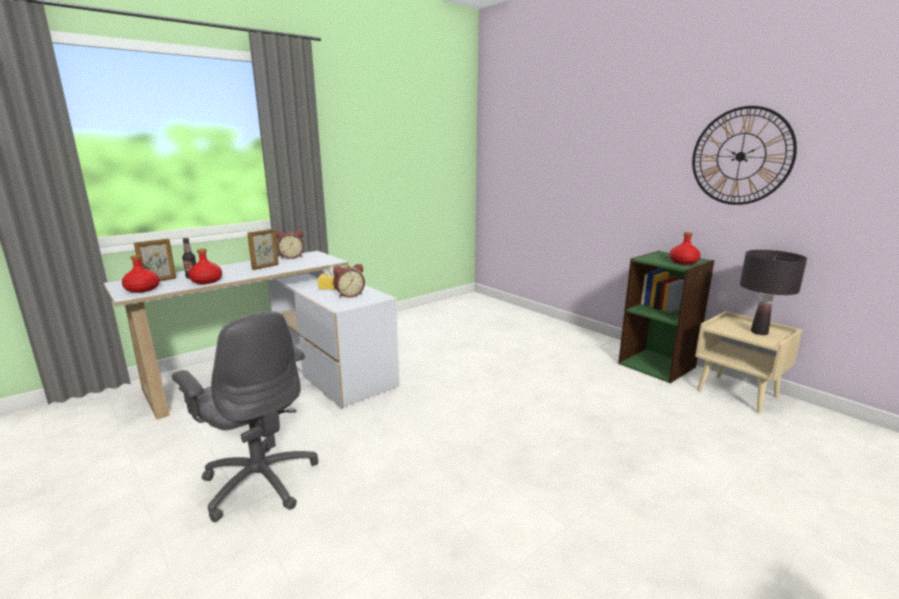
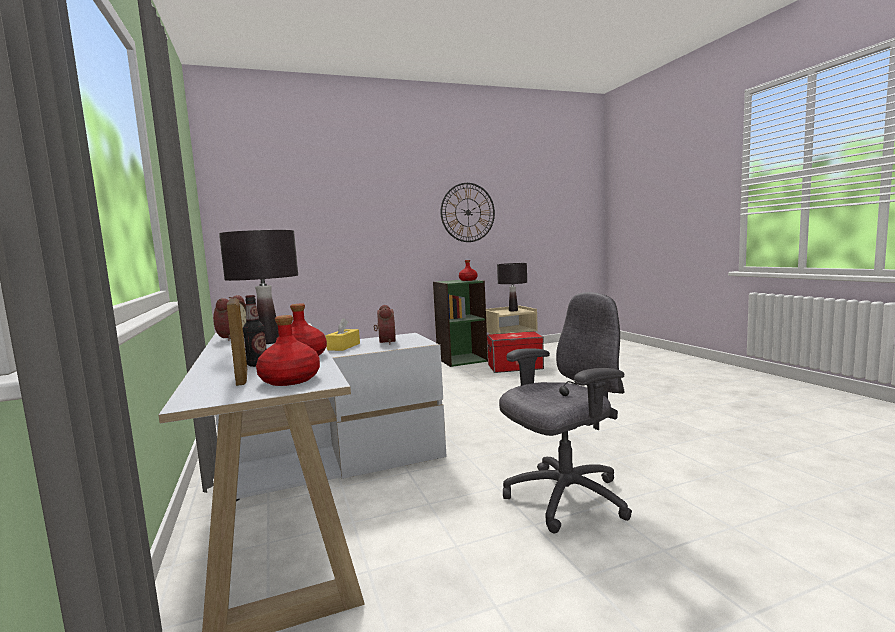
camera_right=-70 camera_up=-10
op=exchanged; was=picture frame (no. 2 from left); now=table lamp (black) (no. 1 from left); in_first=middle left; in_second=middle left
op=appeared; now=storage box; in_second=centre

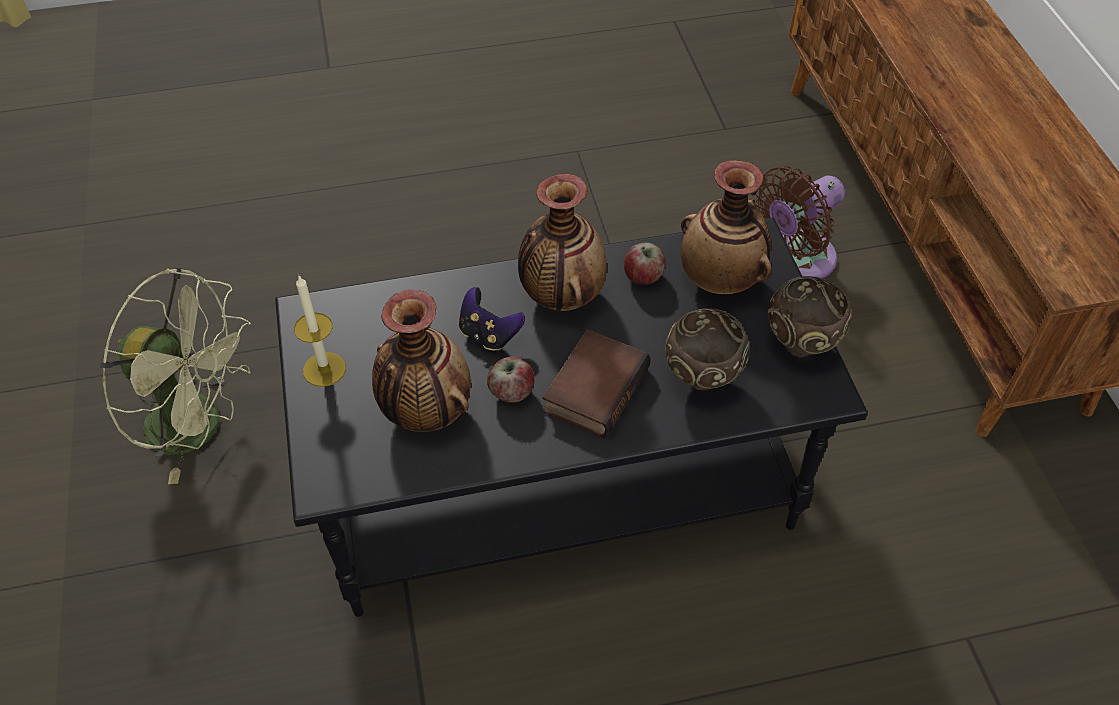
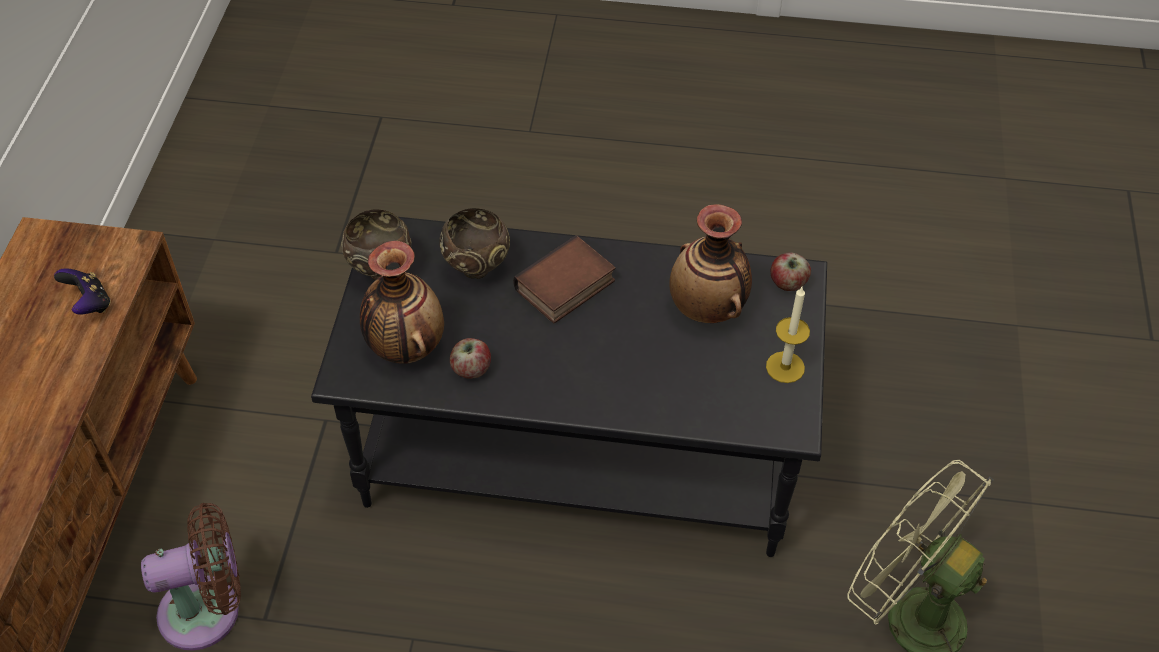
camera_right=-160 camera_up=0
op=relocated; was=game controller; in_first=centre; in_second=middle left
op=relocated; was=apple (no. 1 from left in the first image); now=apple (no. 2 from left); in_first=centre; in_second=middle right
op=missing; was=vase (no. 2 from left); in_first=centre

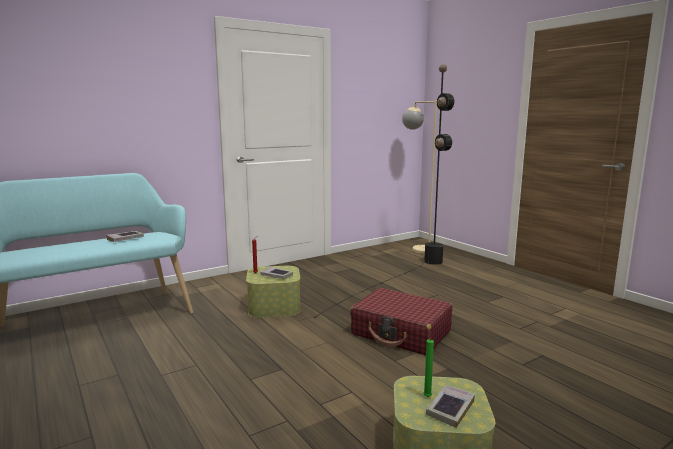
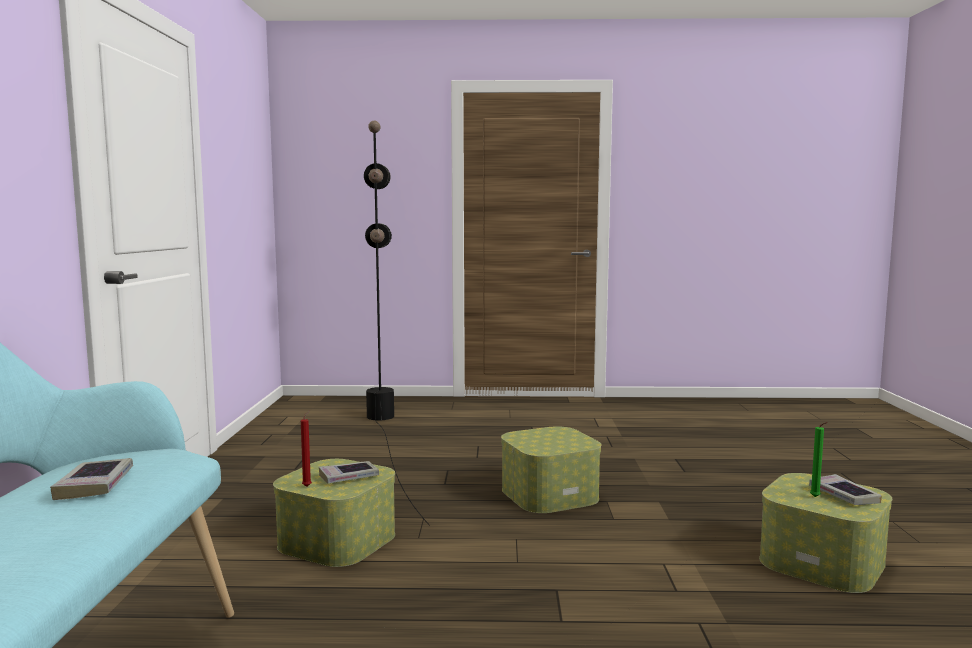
camera_right=-55 camera_up=-5
op=exchanged; was=suitcase (red); now=storage box (no. 2 from left); in_first=bottom centre; in_second=bottom centre
op=missing; was=floor lamp (beige); in_first=centre

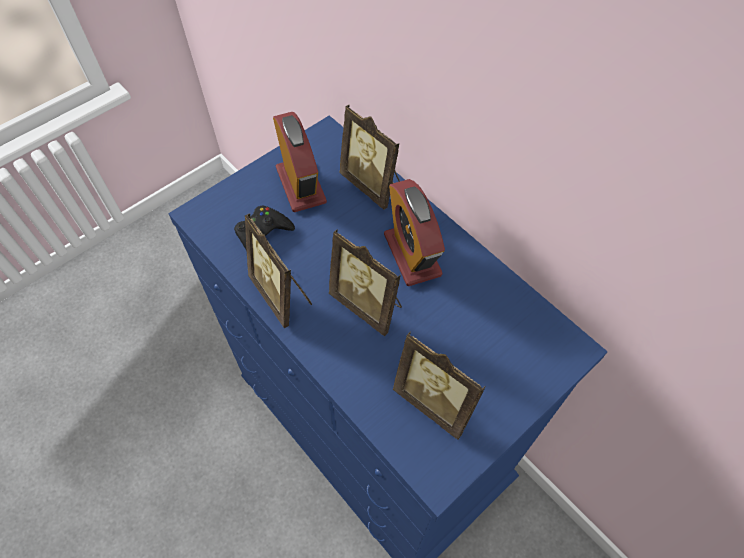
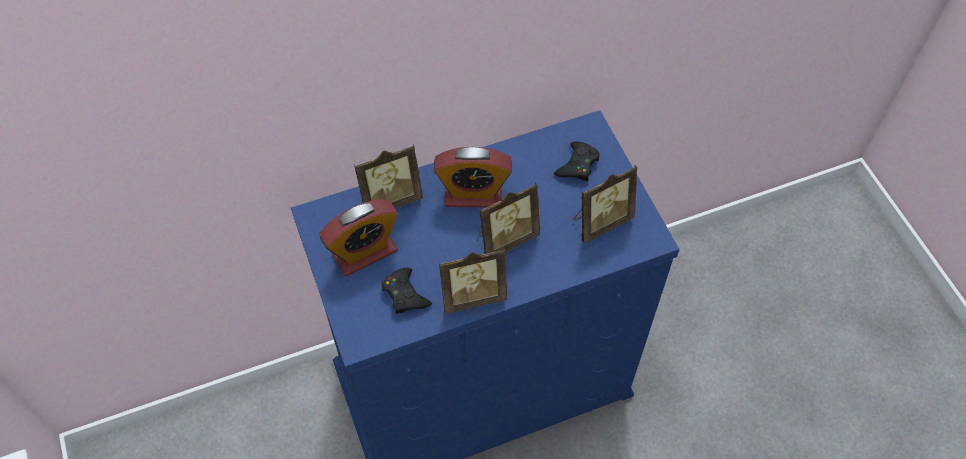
camera_right=-70 camera_up=0
op=spun; was=alarm clock (no. 1 from left); in_first=top centre; in_second=centre; clockwise=150
op=appeared; now=game controller (black) (no. 2 from left); in_second=centre

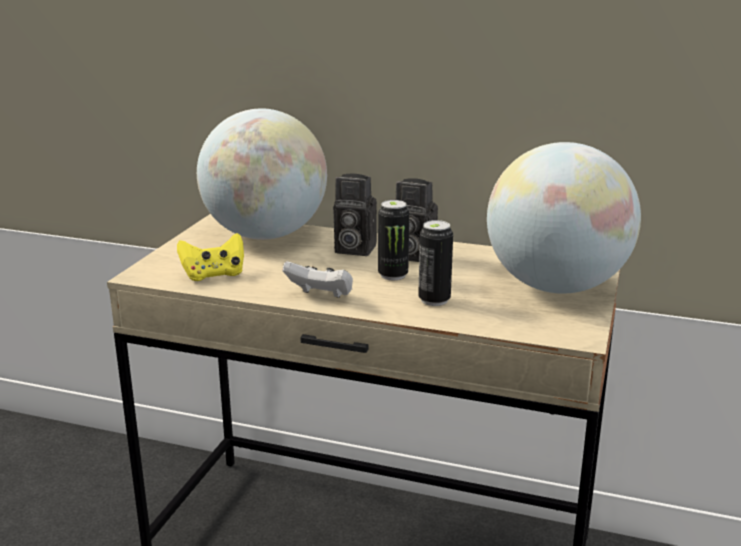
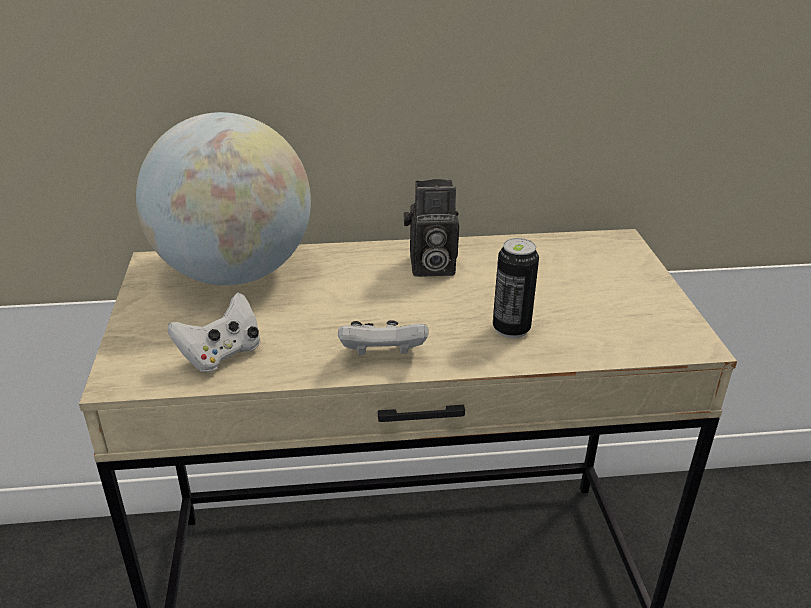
camera_right=-25 camera_up=10
op=colour; was=game controller (yellow); now=game controller (white) (no. 1 from left); in_first=middle left; in_second=middle left
op=missing; was=photo camera (no. 1 from left); in_first=centre
op=missing; was=can (no. 1 from left); in_first=centre
op=missing; was=globe (no. 2 from left); in_first=middle right

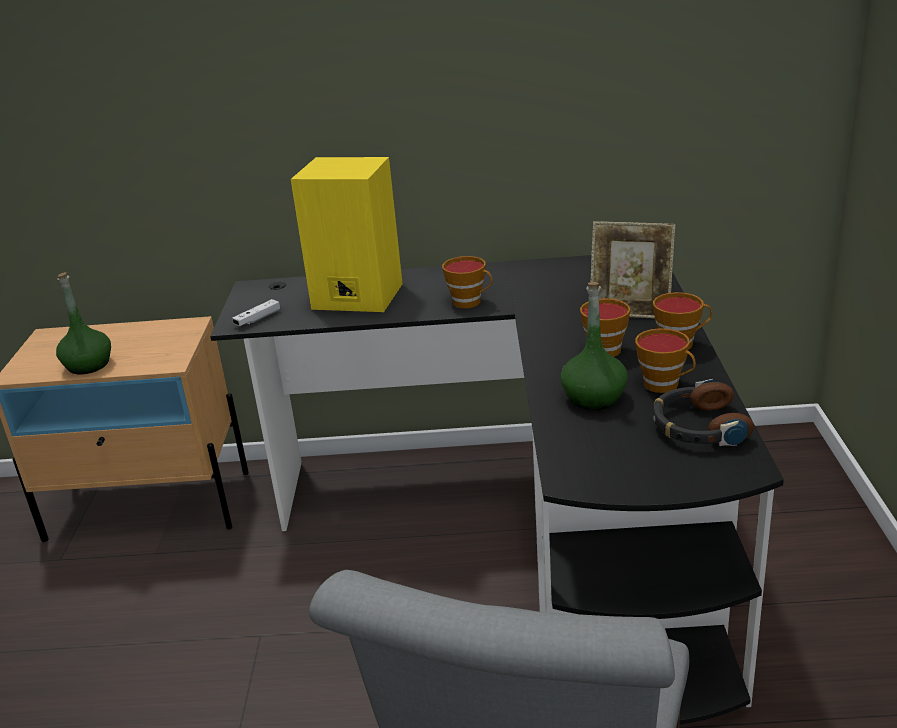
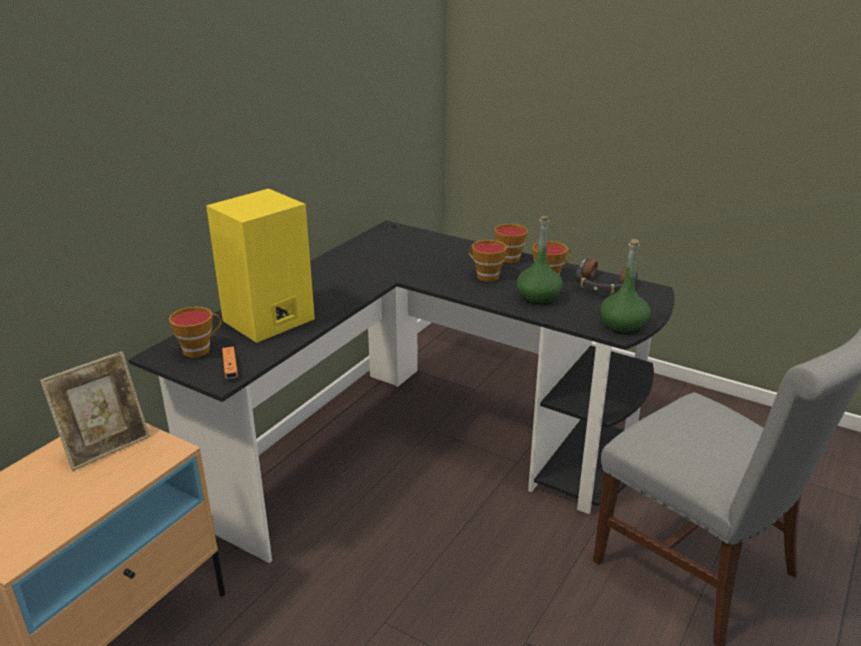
camera_right=-60 camera_up=0
op=relocated; was=picture frame; in_first=middle right; in_second=middle left
op=relocated; was=cup (no. 1 from left); in_first=centre; in_second=middle left
op=colour; was=game controller (white); now=game controller (orange); in_first=middle left; in_second=middle left
op=relocated; was=bottle (green) (no. 1 from left in the first image); now=bottle (green) (no. 2 from left); in_first=middle left; in_second=middle right

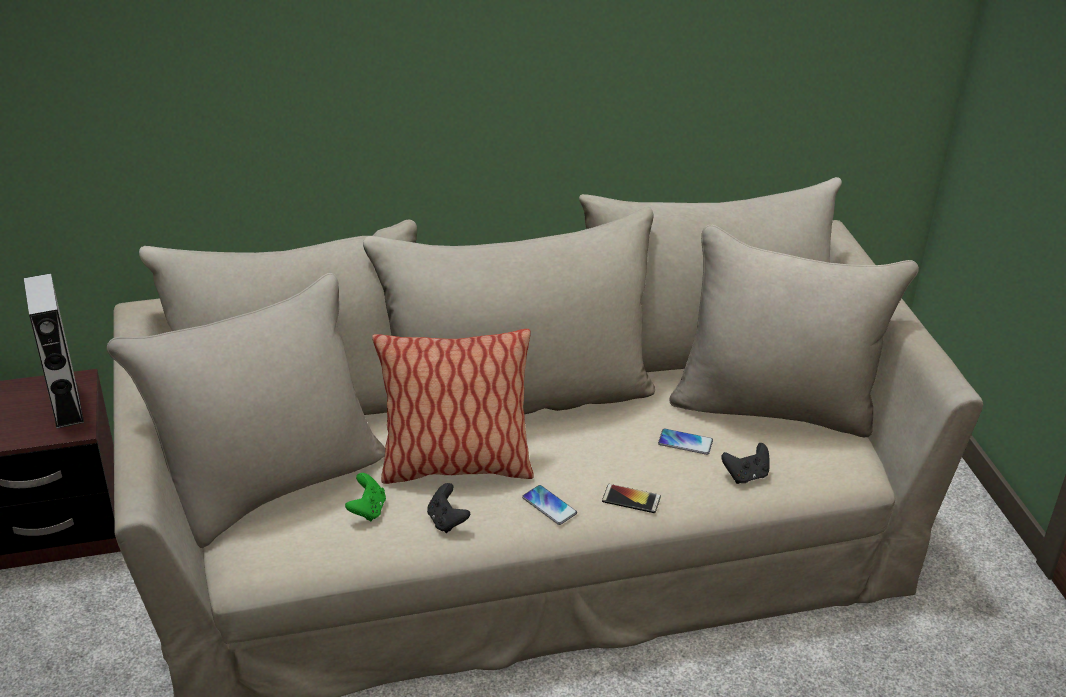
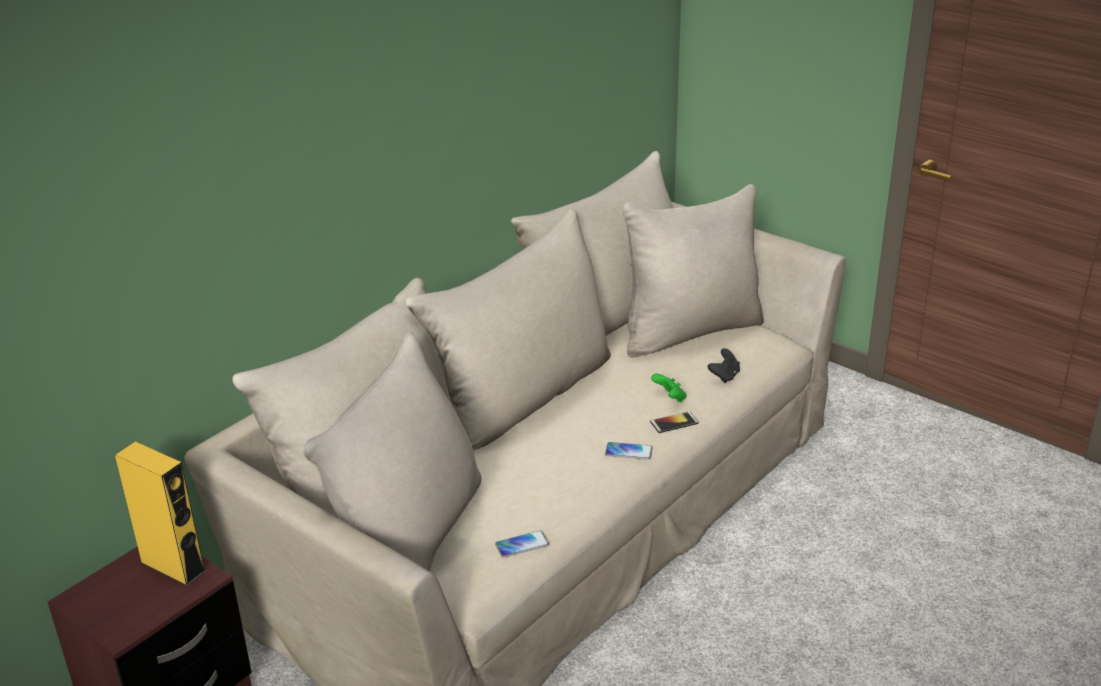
camera_right=-35 camera_up=-5
op=colour; was=speaker (grey); now=speaker (yellow); in_first=middle left; in_second=bottom left
op=relocated; was=phone (no. 3 from left in the first image); now=phone (no. 1 from left); in_first=centre; in_second=bottom centre
op=relocated; was=game controller (green); in_first=bottom centre; in_second=centre
op=missing; was=pillow; in_first=centre
op=missing; was=game controller (black) (no. 1 from left); in_first=bottom centre

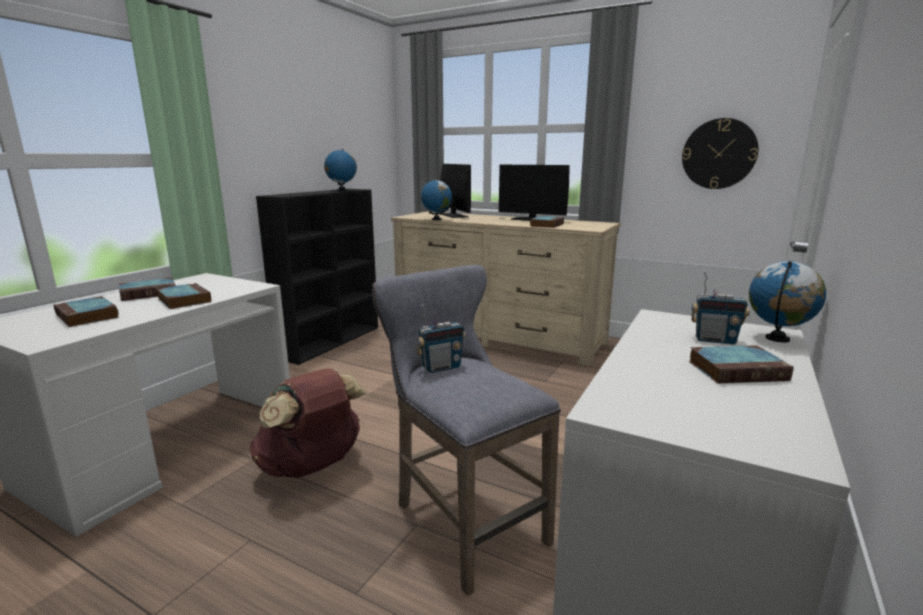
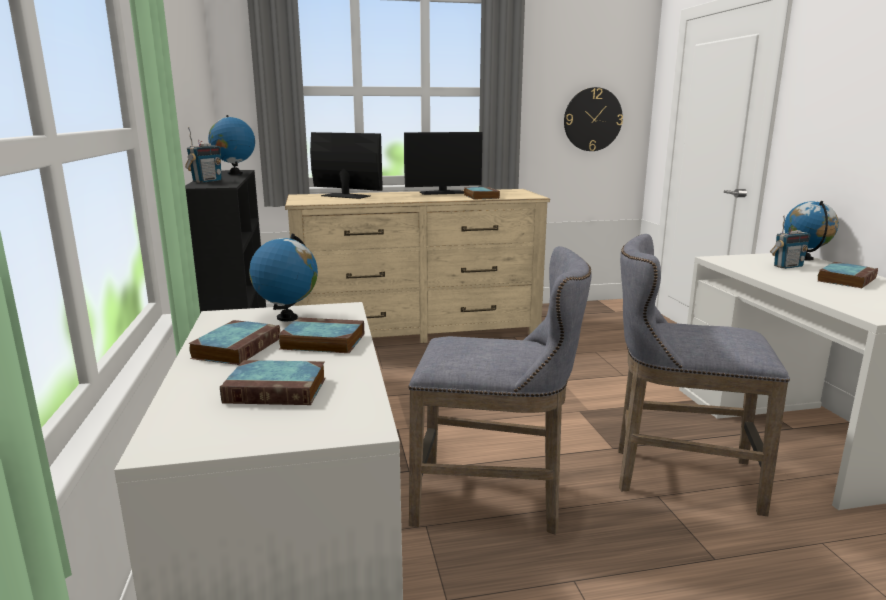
camera_right=-40 camera_up=0
op=relocated; was=radio (no. 1 from left); in_first=centre; in_second=top left
op=relocated; was=globe (no. 2 from left); in_first=top centre; in_second=middle left
op=exchanged; was=backpack (brown); now=stool (grey) (no. 1 from left); in_first=bottom centre; in_second=centre

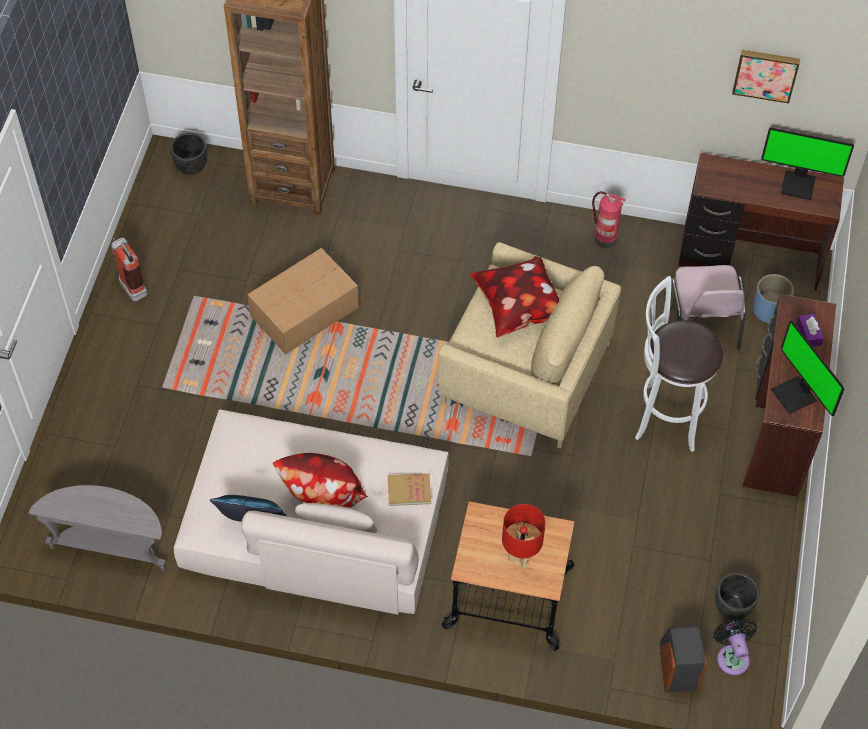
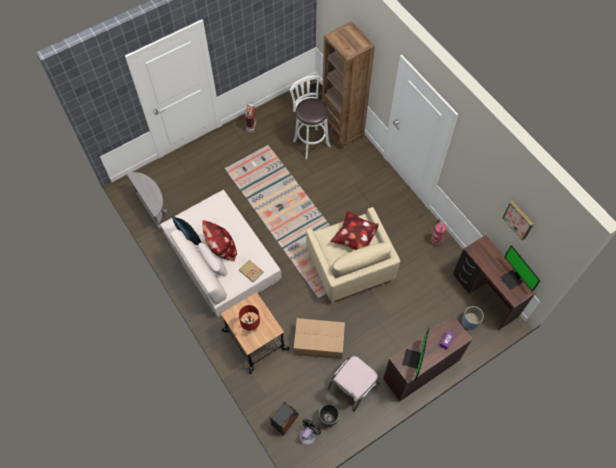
camera_right=45 camera_up=5
op=relocated; was=stool (white); in_first=middle right; in_second=top centre
op=relocated; was=cardboard box; in_first=centre; in_second=bottom centre
op=relocated; was=chair (pink); in_first=middle right; in_second=bottom centre

